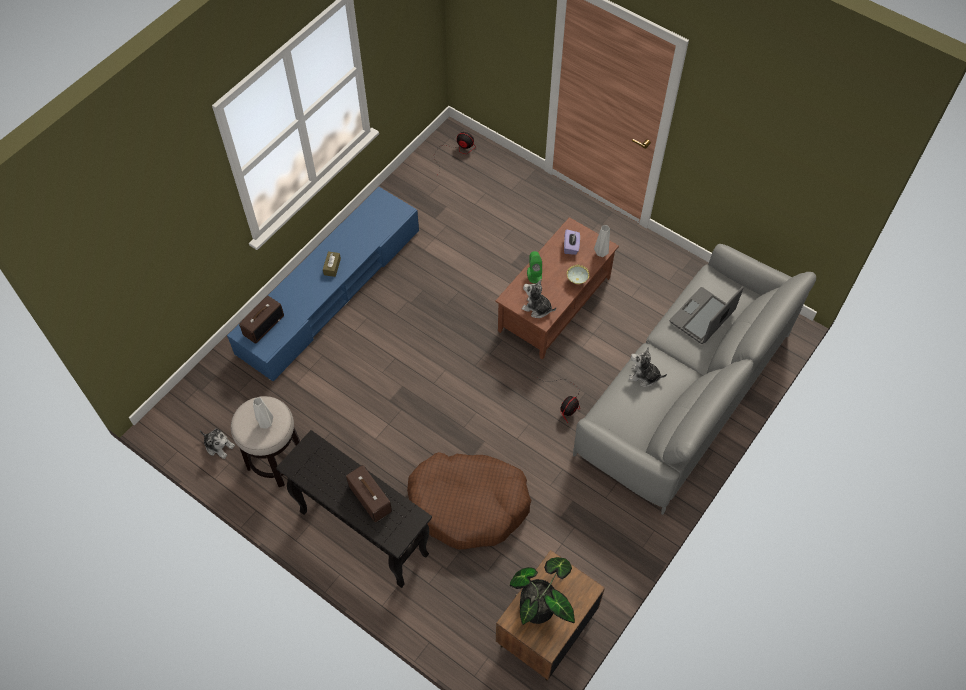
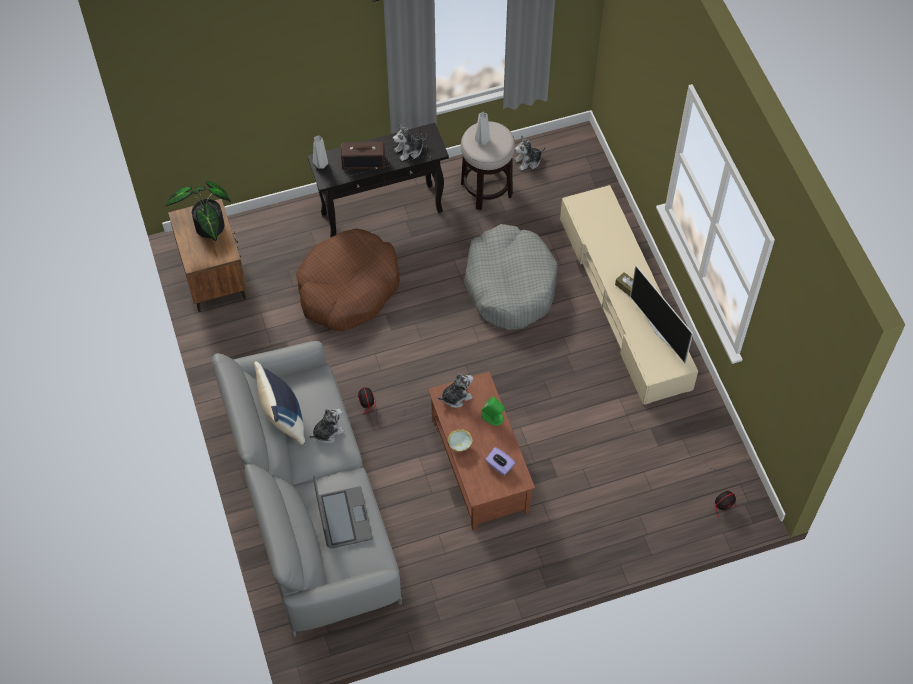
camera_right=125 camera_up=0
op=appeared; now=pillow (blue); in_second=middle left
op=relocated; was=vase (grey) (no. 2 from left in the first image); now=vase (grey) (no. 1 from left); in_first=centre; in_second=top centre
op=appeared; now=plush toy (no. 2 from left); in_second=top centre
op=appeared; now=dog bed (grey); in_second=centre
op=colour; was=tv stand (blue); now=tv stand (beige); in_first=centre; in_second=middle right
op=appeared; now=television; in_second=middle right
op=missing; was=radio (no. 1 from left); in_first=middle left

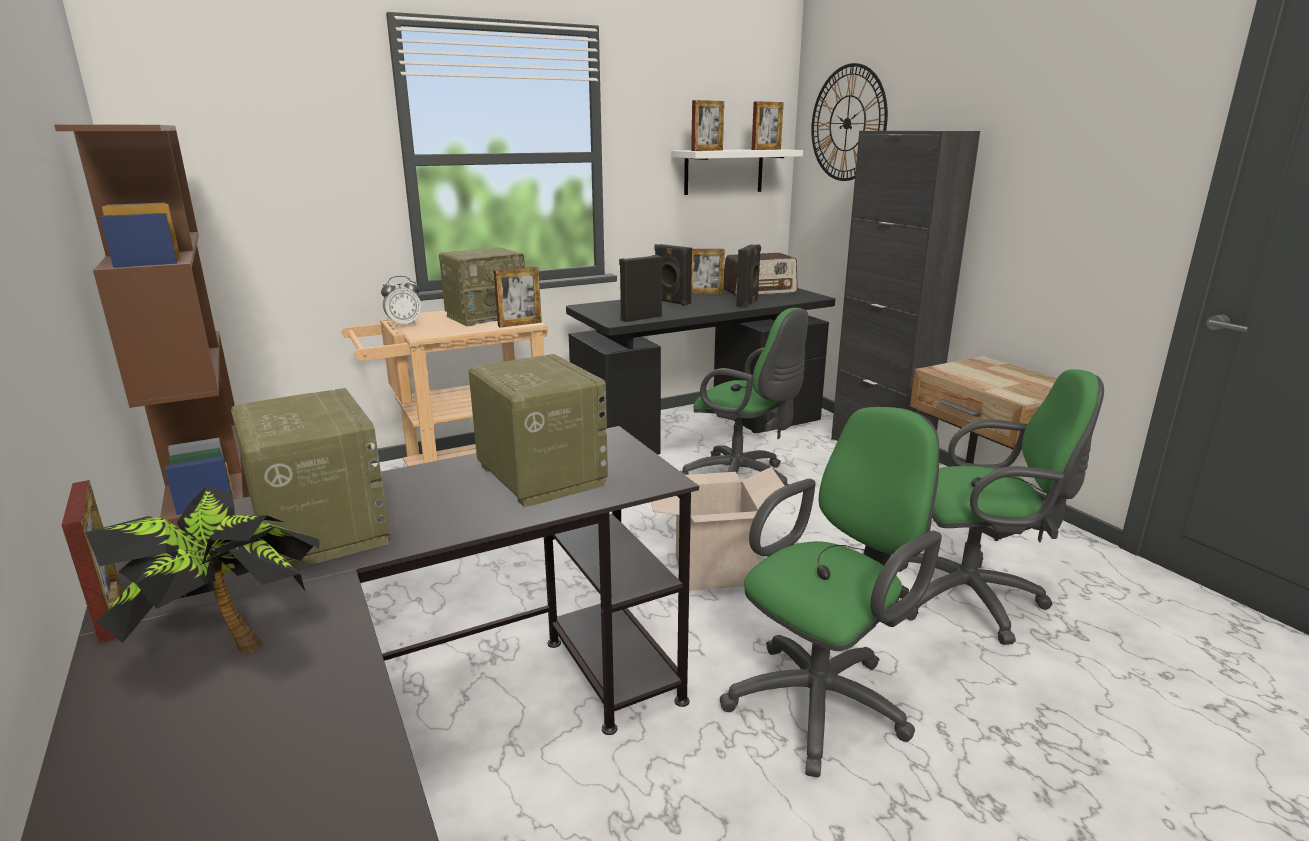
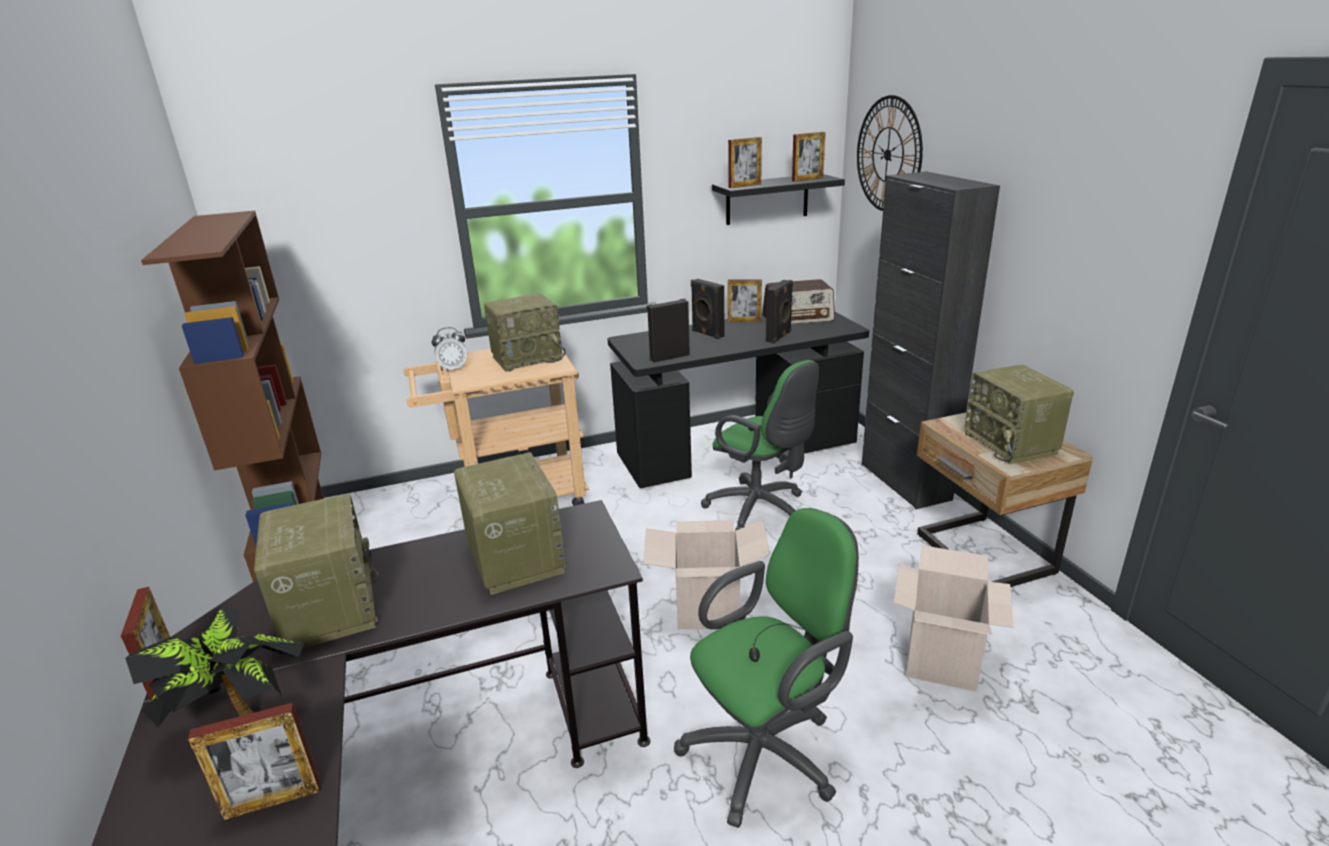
camera_right=10 camera_up=5
op=relocated; was=picture frame (no. 2 from left); in_first=centre; in_second=bottom left
op=colour; was=shelf (white); now=shelf (black); in_first=top centre; in_second=top centre
op=exchanged; was=office chair (green) (no. 3 from left); now=cardboard box (no. 2 from left); in_first=middle right; in_second=bottom right
op=appeared; now=radio (no. 5 from left); in_second=middle right

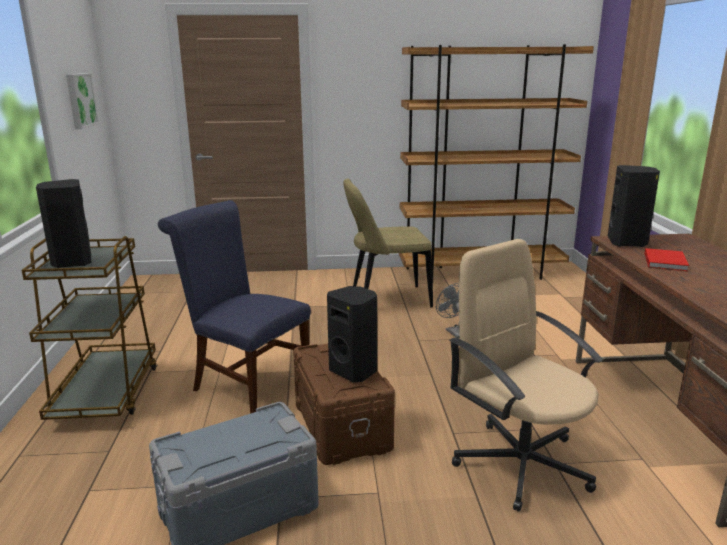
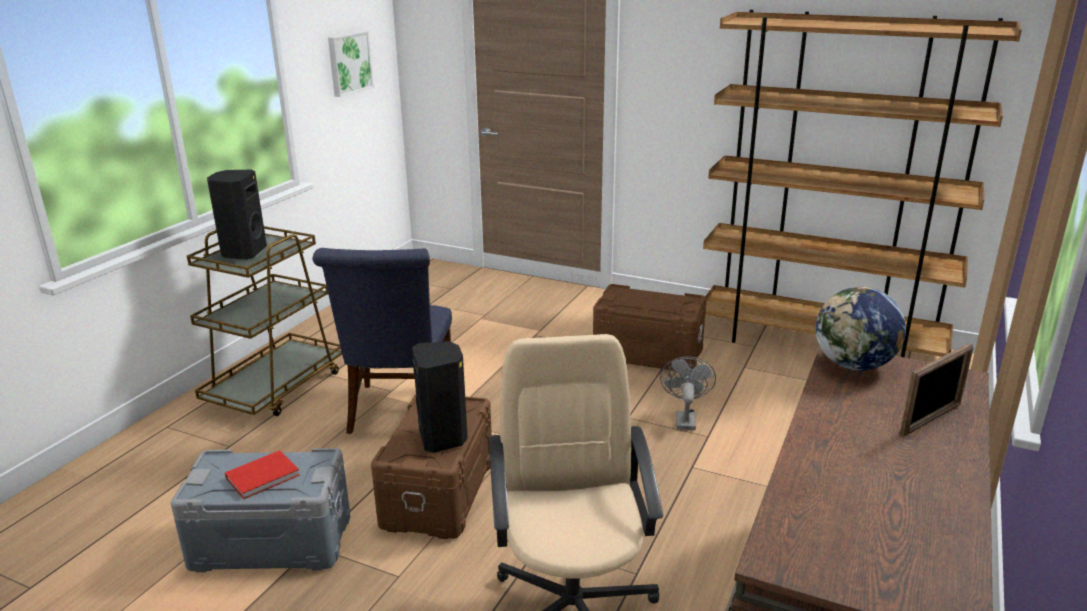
camera_right=30 camera_up=5
op=relocated; was=book (red); in_first=middle right; in_second=bottom left
op=spun; was=chair (blue); in_first=middle left; in_second=centre; clockwise=-150
op=exchanged; was=chair (beige); now=storage box (brown) (no. 2 from left); in_first=centre; in_second=centre
op=exchanged; was=speaker (black) (no. 3 from left); now=globe; in_first=middle right; in_second=middle right
op=appeared; now=picture frame; in_second=middle right

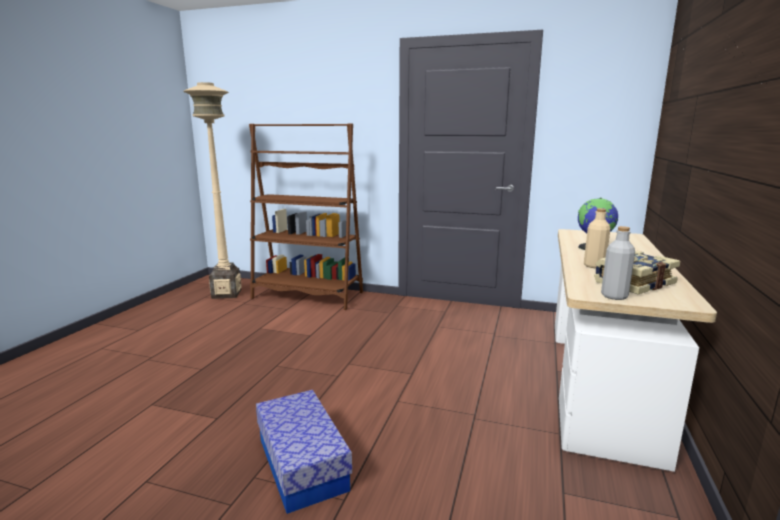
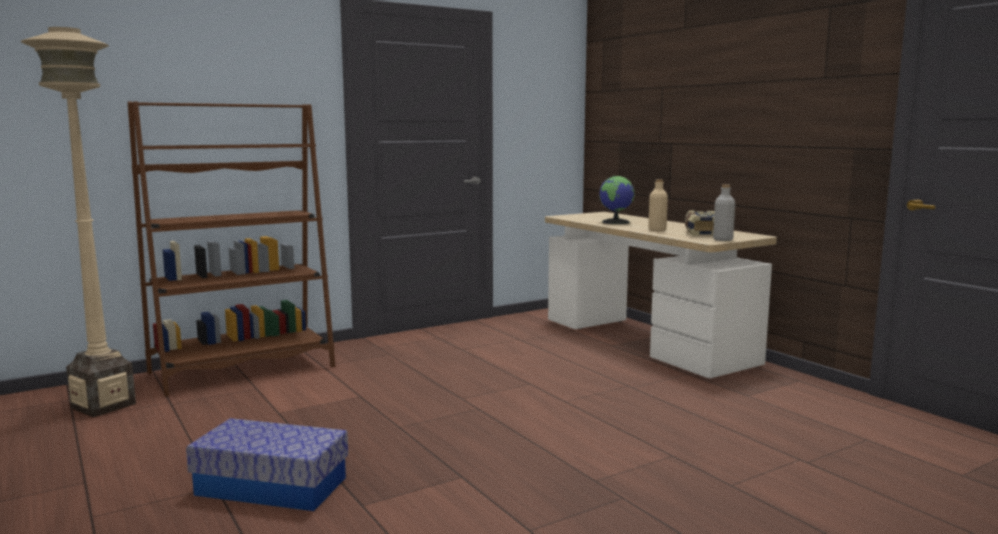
camera_right=-50 camera_up=-5
op=relocated; was=storage box; in_first=bottom centre; in_second=bottom left

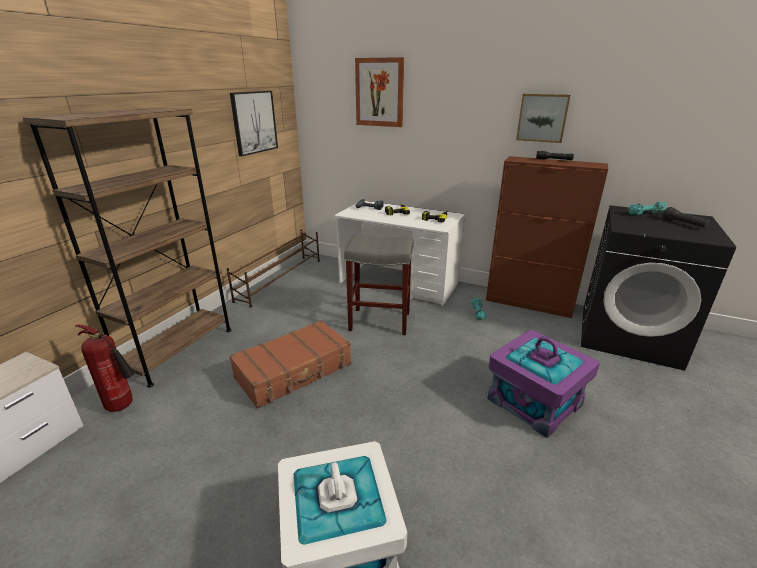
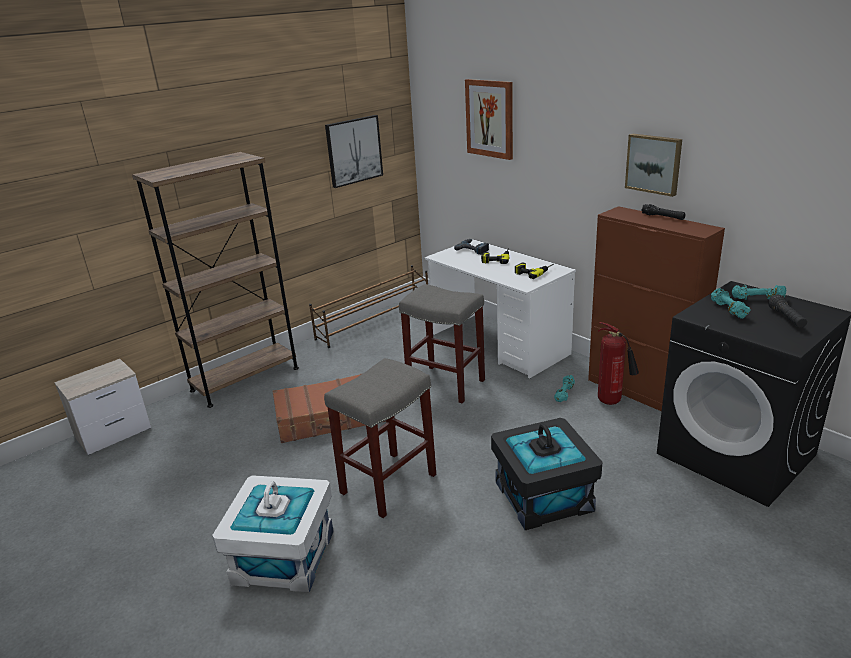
camera_right=25 camera_up=0
op=appeared; now=stool (grey) (no. 1 from left); in_second=centre
op=colour; was=storage box (purple); now=storage box (black); in_first=bottom right; in_second=bottom centre
op=relocated; was=fire extinguisher; in_first=middle left; in_second=middle right
op=appeared; now=dumbbell (turquoise) (no. 2 from left); in_second=middle right

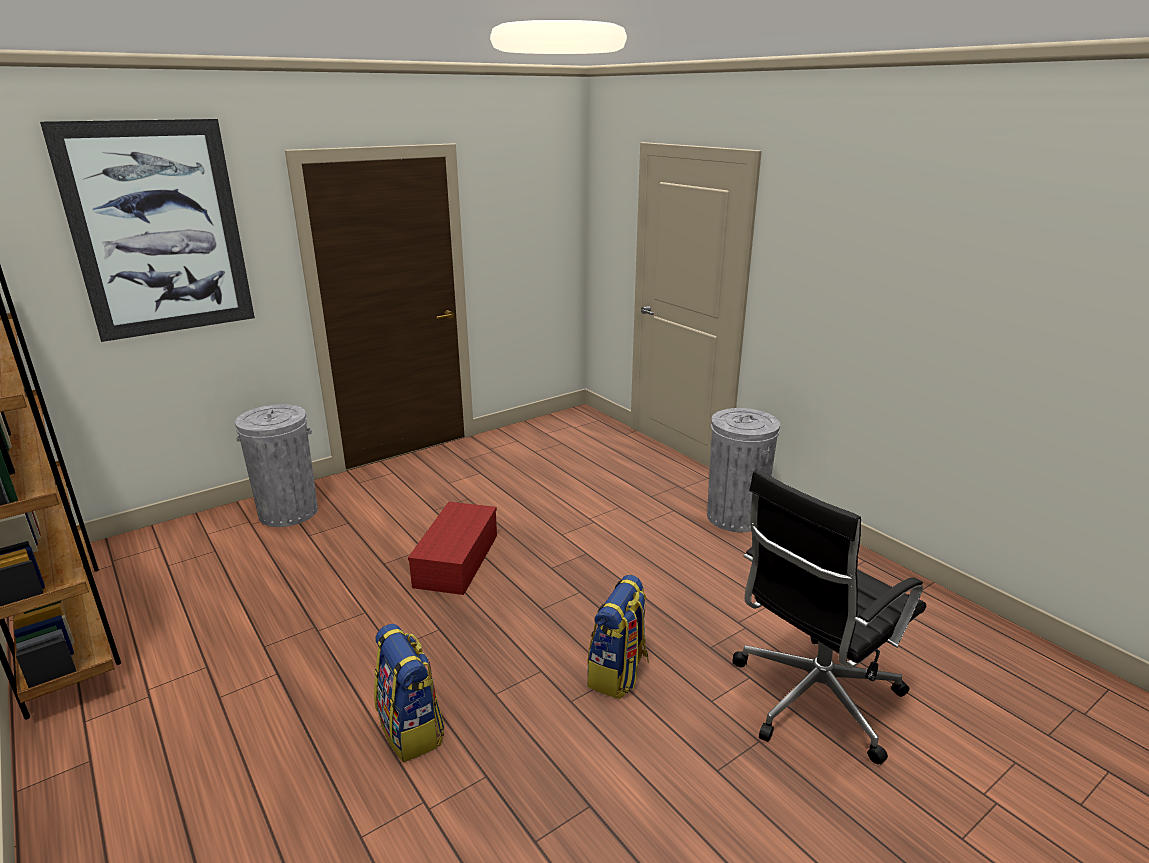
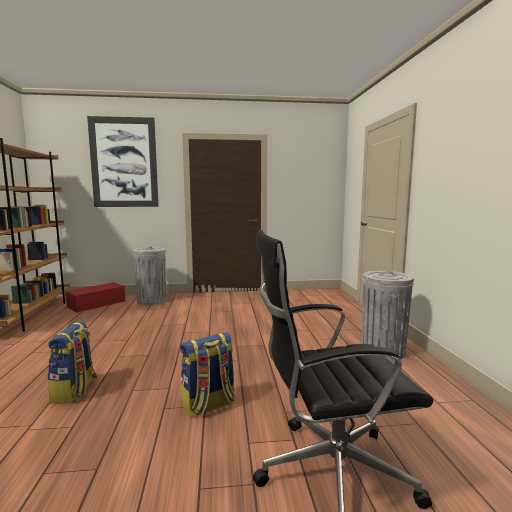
camera_right=30 camera_up=-15
op=relocated; was=storage box (red); in_first=centre; in_second=middle left

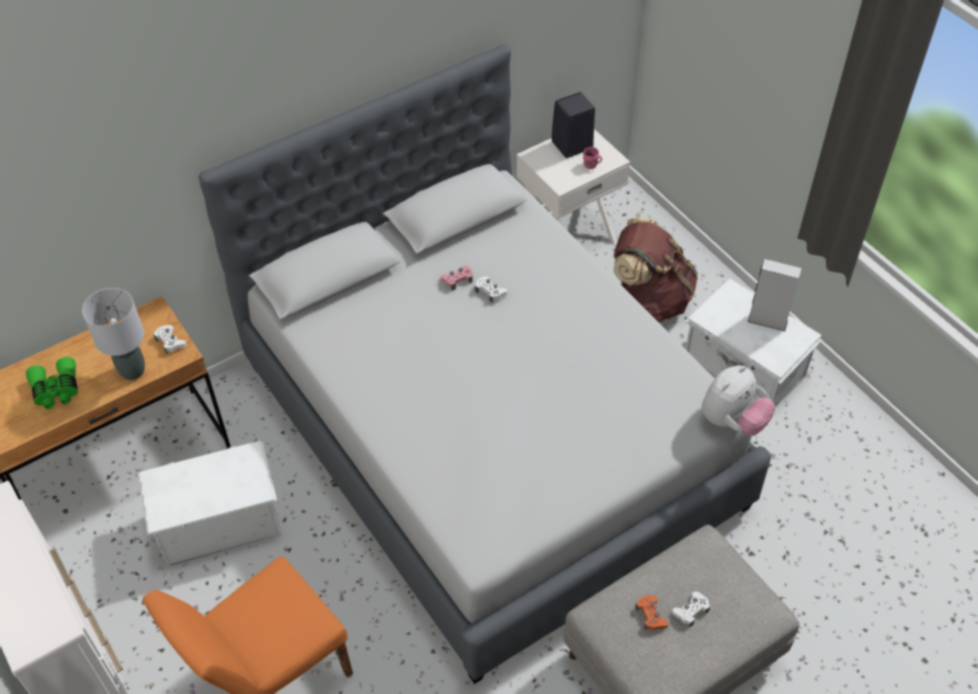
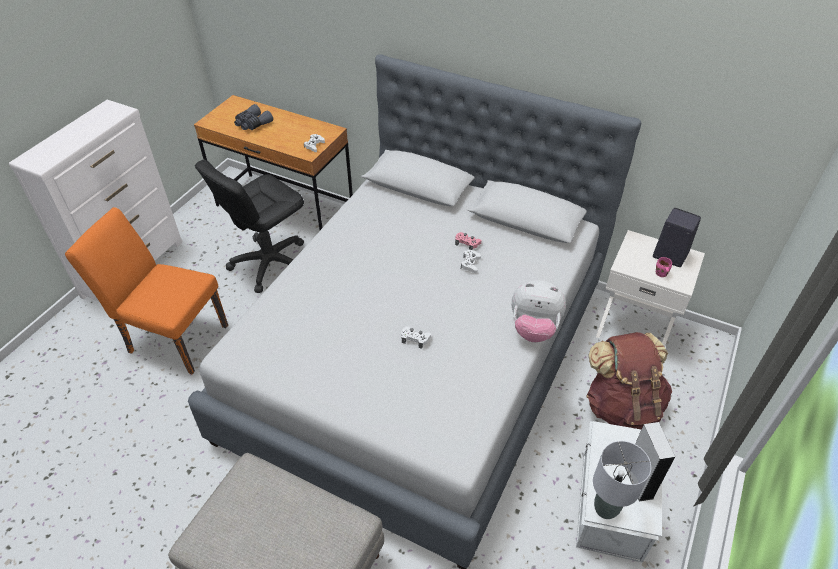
camera_right=60 camera_up=-5
op=exchanged; was=storage box (white) (no. 1 from left); now=office chair (black); in_first=bottom left; in_second=middle left
op=colour; was=binoculars (green); now=binoculars (grey); in_first=middle left; in_second=top left
op=relocated; was=game controller (white) (no. 3 from left in the first image); now=game controller (white) (no. 2 from left); in_first=bottom right; in_second=centre
op=relocated; was=plush toy; in_first=middle right; in_second=centre
op=relocated; was=table lamp (grey); in_first=middle left; in_second=bottom right
op=missing; was=game controller (orange); in_first=bottom right

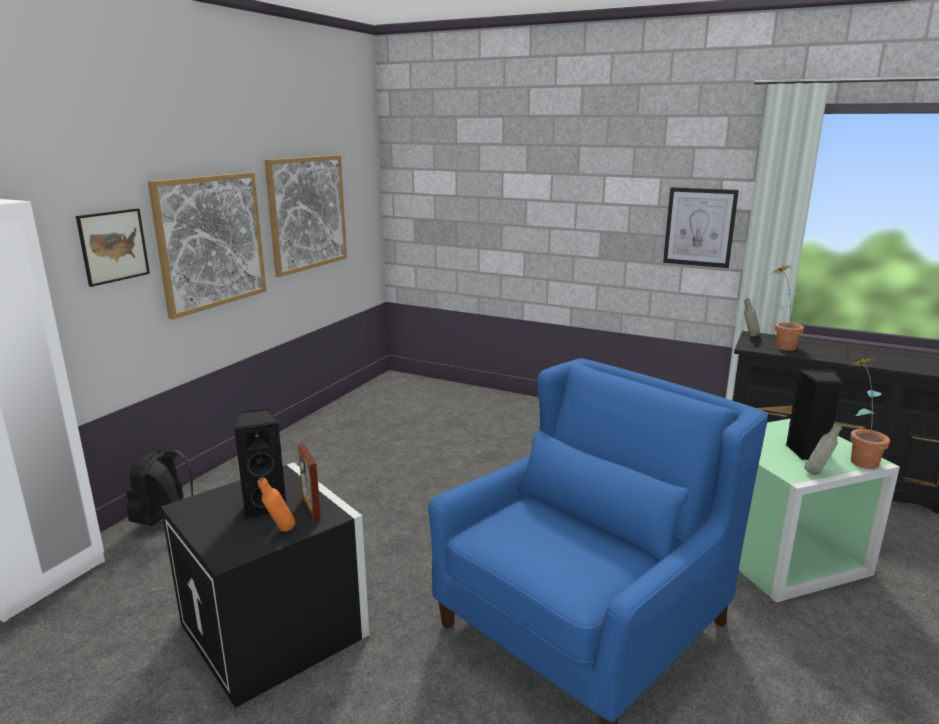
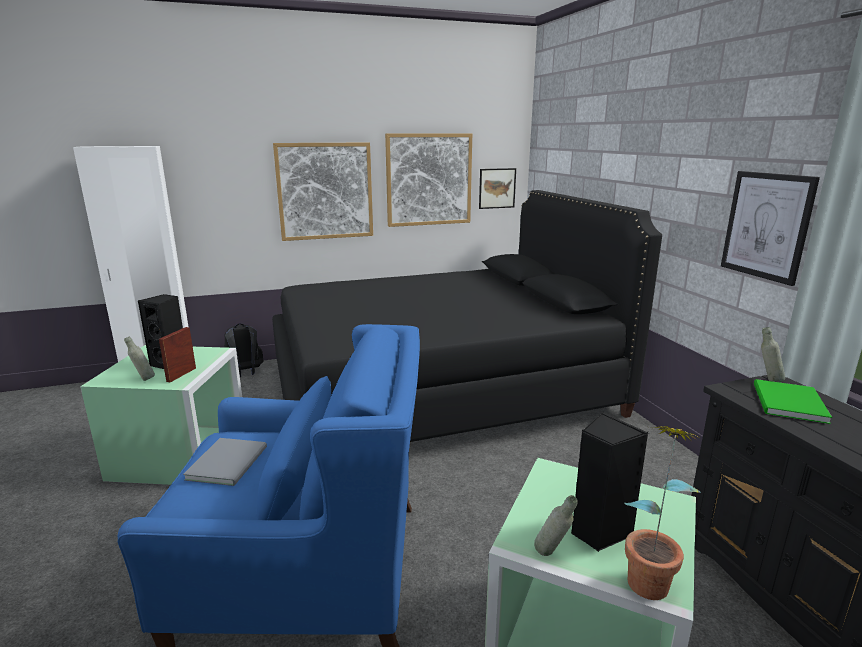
camera_right=45 camera_up=0
op=colour; was=storage box (black); now=storage box (green) (no. 1 from left); in_first=bottom left; in_second=middle left
op=colour; was=bottle (orange); now=bottle (grey) (no. 1 from left); in_first=bottom left; in_second=middle left
op=appeared; now=book (grey); in_second=bottom left
op=appeared; now=bed (black); in_second=centre
op=relocated; was=picture (no. 1 from left in the first image); now=picture (no. 3 from left); in_first=middle left; in_second=top centre
op=exchanged; was=potted plant (no. 1 from left); now=book (green); in_first=middle right; in_second=middle right

